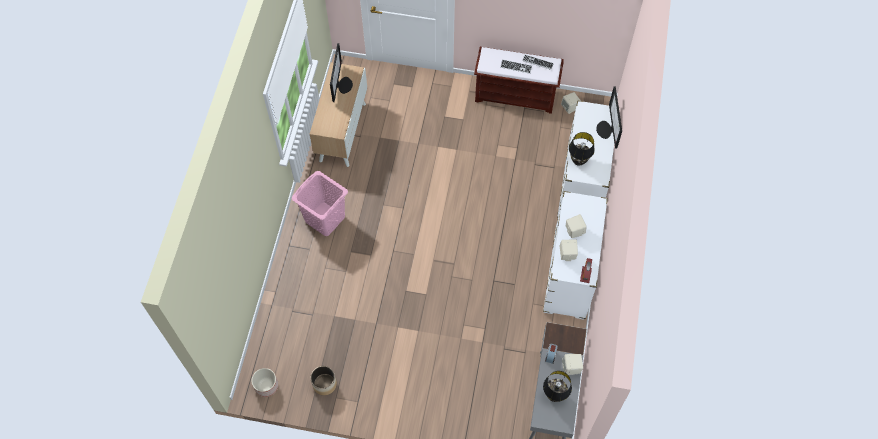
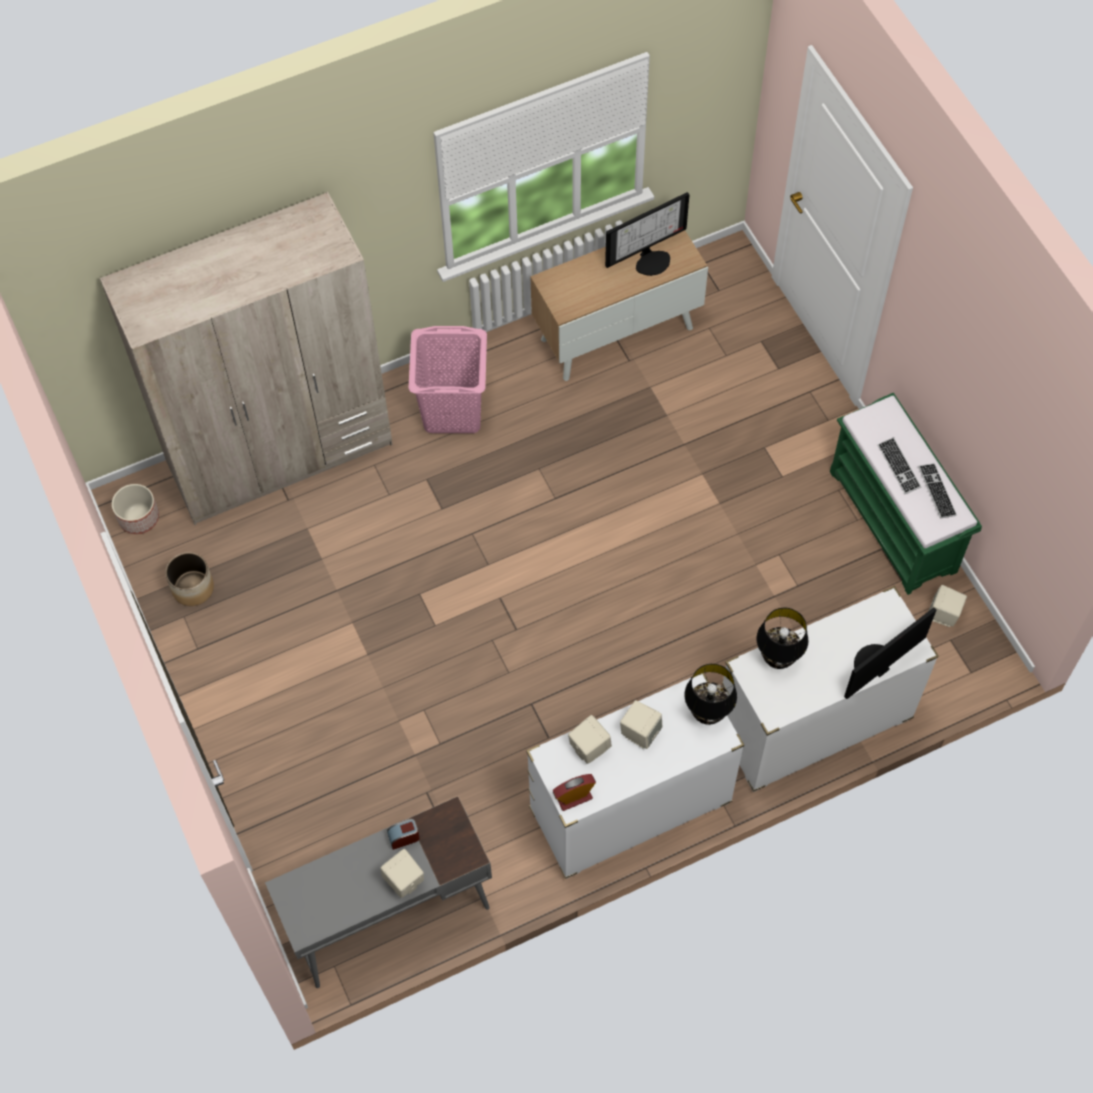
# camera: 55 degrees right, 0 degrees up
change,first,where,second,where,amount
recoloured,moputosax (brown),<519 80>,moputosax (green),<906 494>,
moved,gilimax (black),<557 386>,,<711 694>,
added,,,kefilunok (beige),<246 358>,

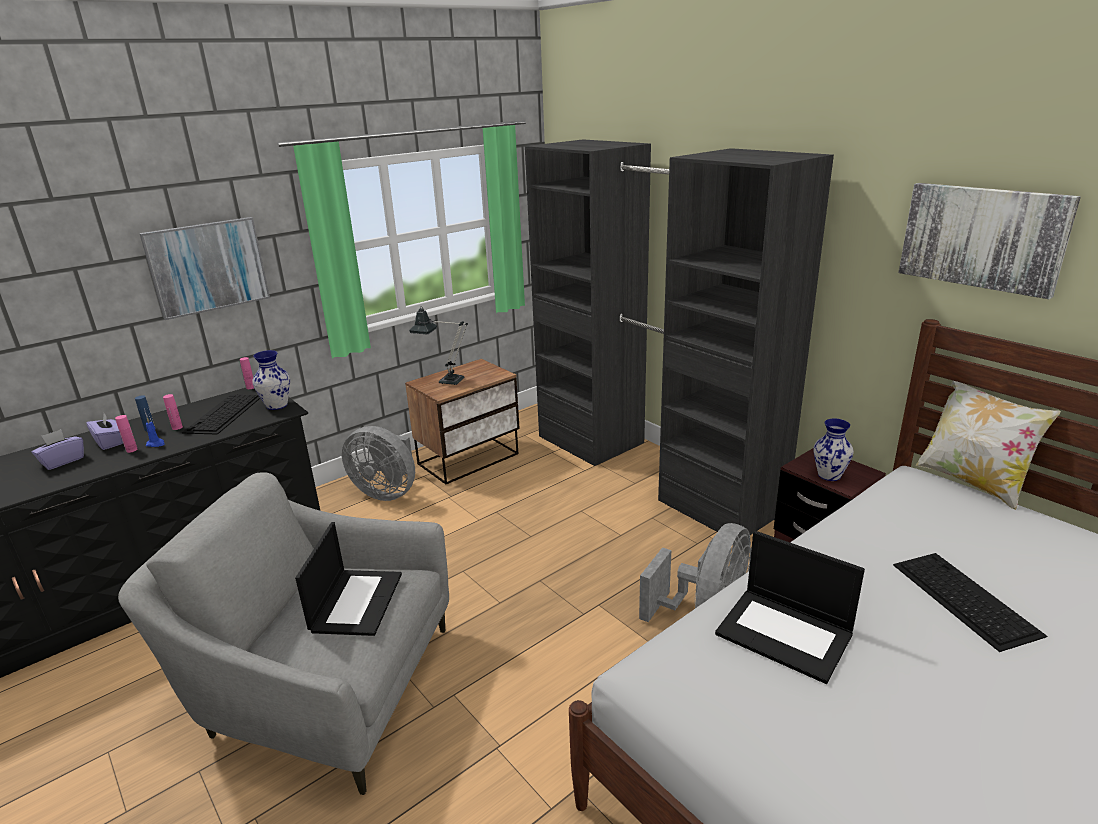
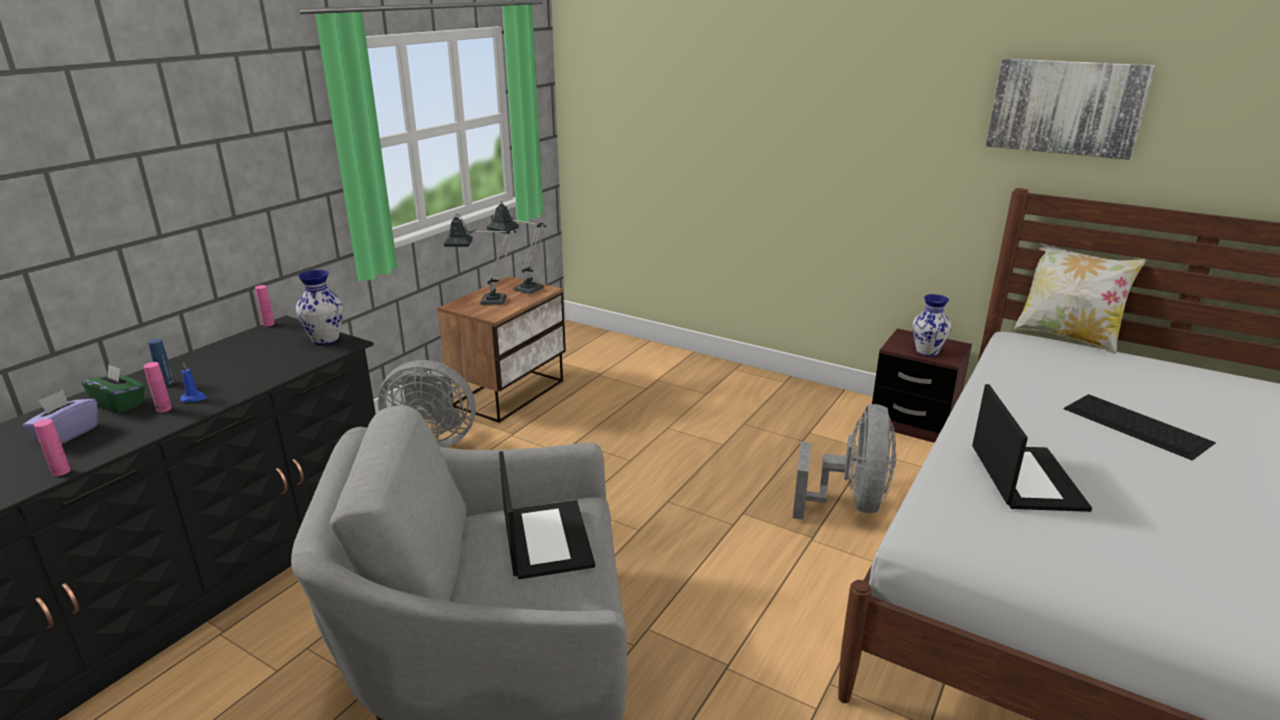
# camera: 20 degrees left, 0 degrees up
change,first,where,second,where,amount
recoloured,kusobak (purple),<104 432>,kusobak (green),<113 389>,
removed,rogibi,<204 268>,,,
moved,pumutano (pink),<173 412>,,<52 447>,
removed,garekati,<221 414>,,,
removed,kefilunok (black),<679 337>,,,
turned,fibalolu,<790 607>,,<1032 448>,105 degrees counterclockwise
added,,,gilimax,<517 247>,

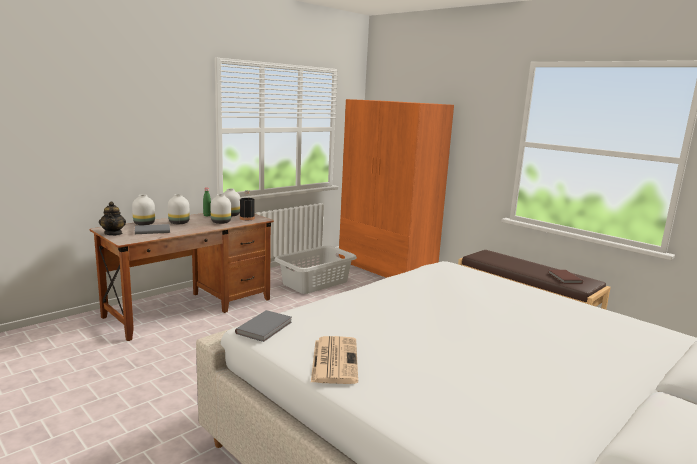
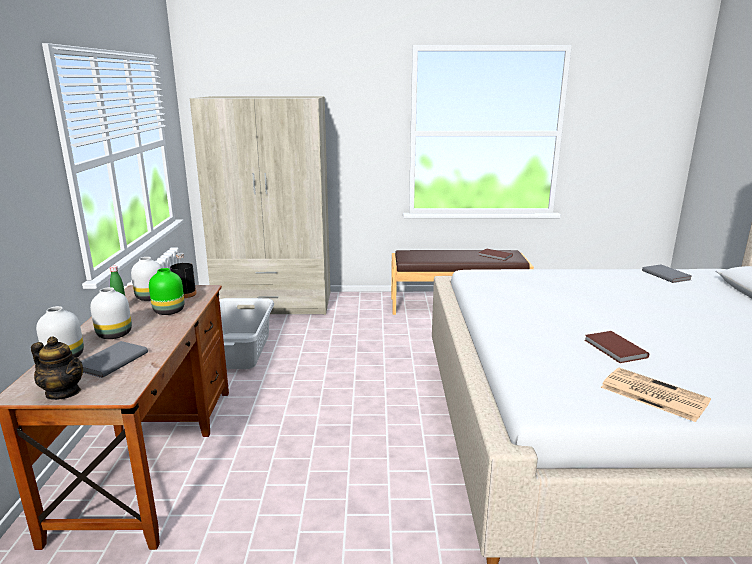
# camera: 45 degrees left, 5 degrees up
change,first,where,second,where,amount
recoloured,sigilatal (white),<221 209>,sigilatal (green),<166 291>,
moved,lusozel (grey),<263 326>,,<667 273>,
recoloured,kefilunok (orange),<396 188>,kefilunok (beige),<260 205>,
added,,,lusozel (brown),<616 347>,

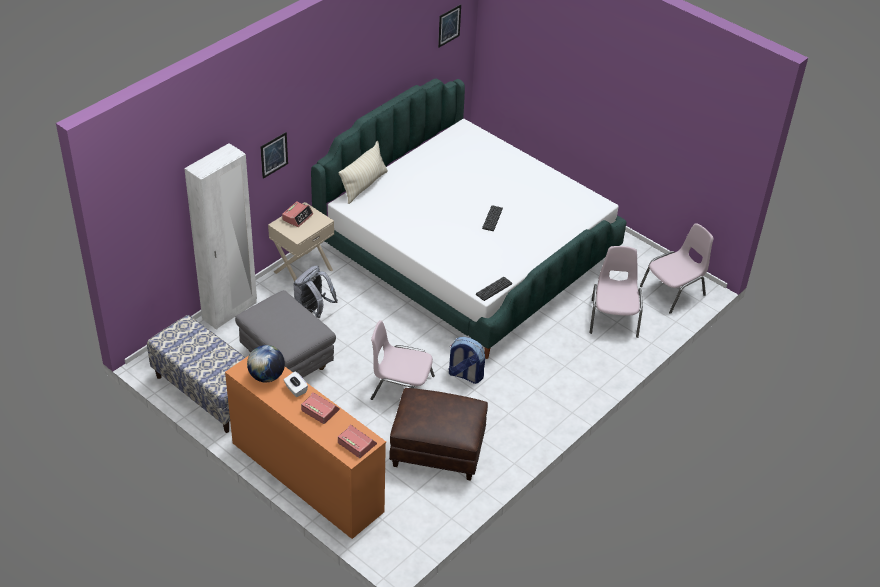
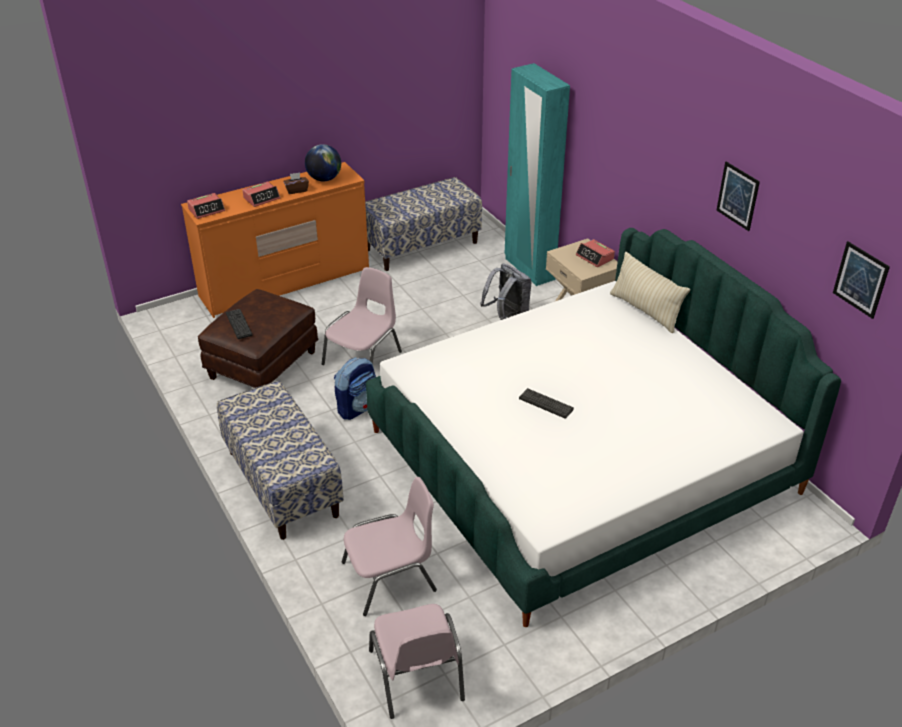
# camera: 110 degrees right, 5 degrees down
change,first,where,second,where,amount
recoloured,kefilunok (white),<220 236>,kefilunok (turquoise),<537 174>,
removed,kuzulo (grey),<285 334>,,,
moved,rogibi,<274 155>,,<738 196>,
recoloured,kusobak (white),<296 384>,kusobak (brown),<296 183>,
moved,garekati,<494 289>,,<239 324>,
turned,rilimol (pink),<616 292>,,<389 546>,45 degrees counterclockwise
added,,,moputosax,<280 460>,

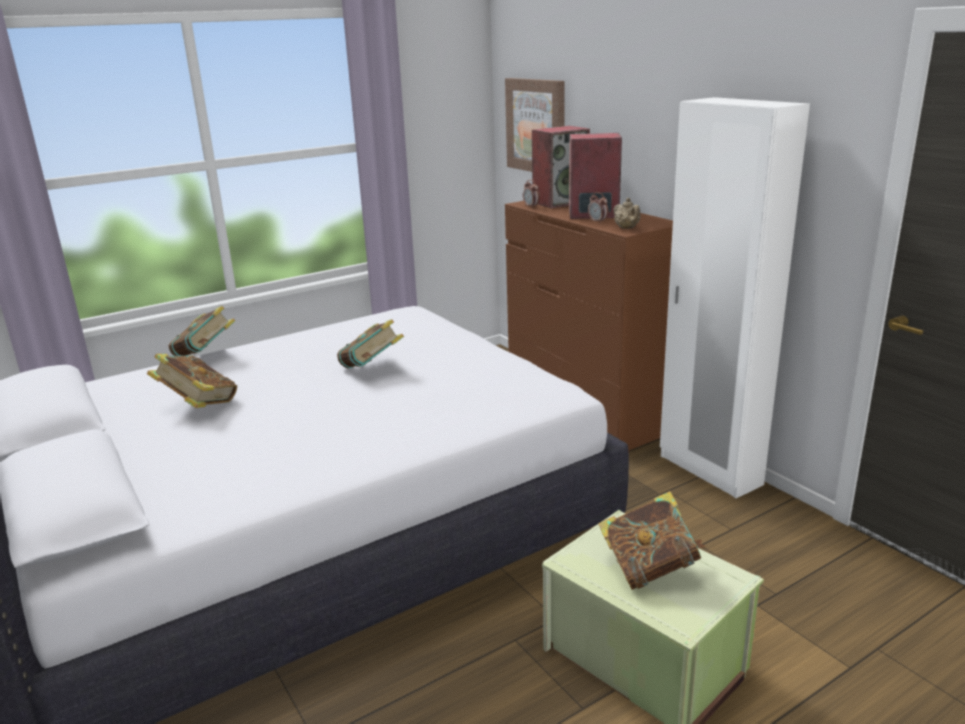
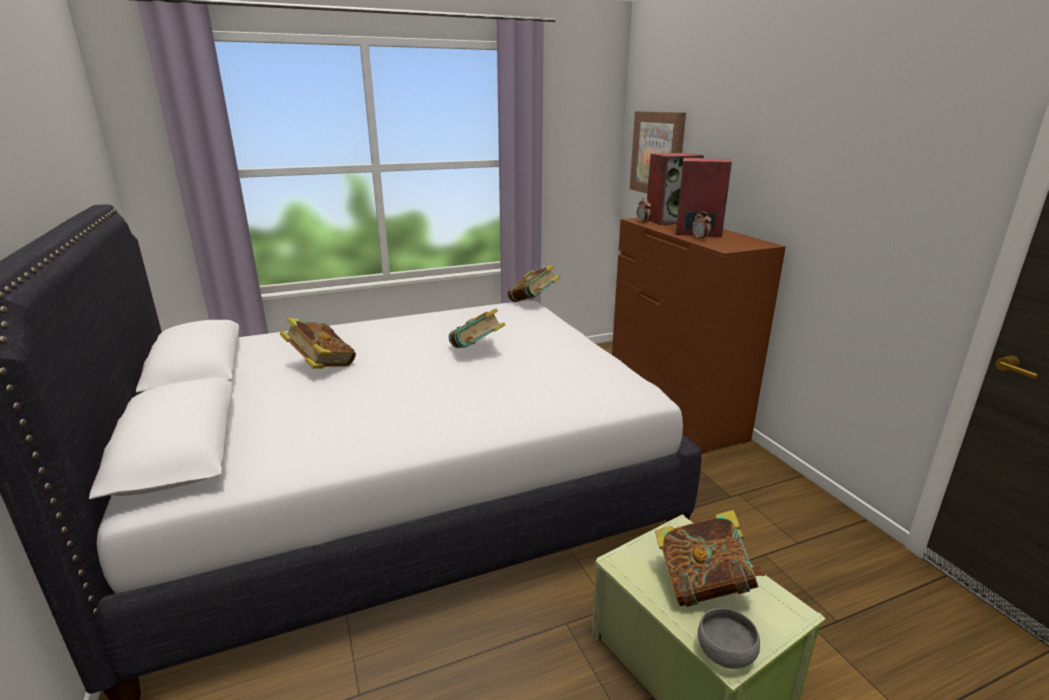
# camera: 10 degrees right, 0 degrees up
change,first,where,second,where,amount
moved,lusozel,<201 331>,,<533 283>,
removed,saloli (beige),<627 213>,,,
removed,kefilunok (white),<735 297>,,,
added,,,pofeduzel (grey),<729 638>,

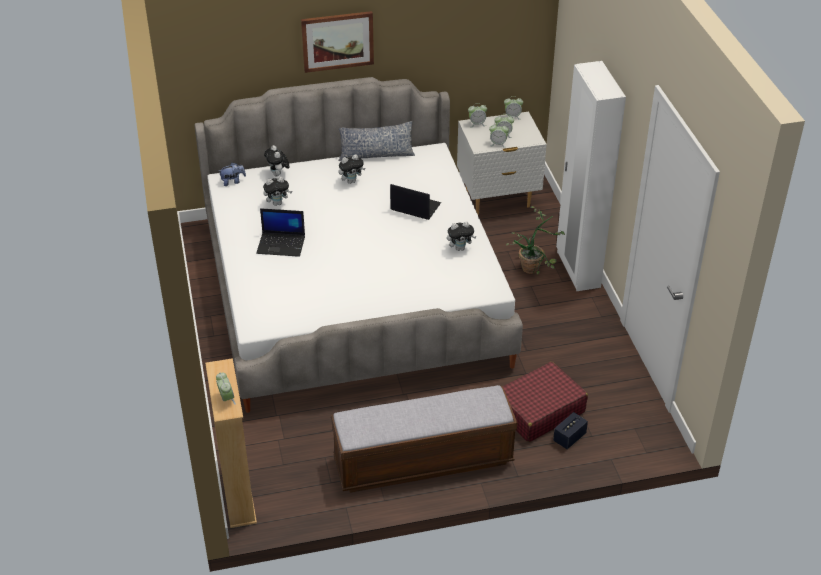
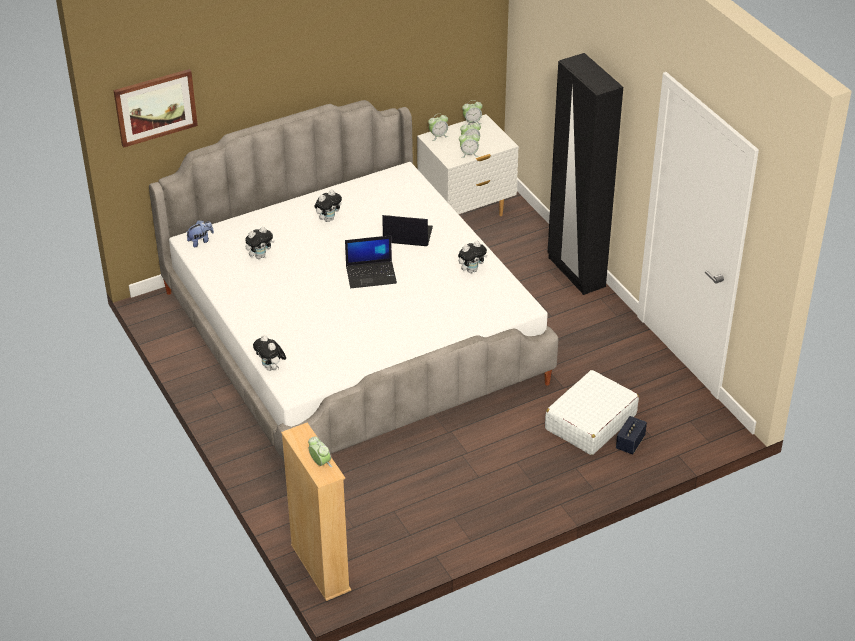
# camera: 15 degrees left, 0 degrees up
change,first,where,second,where,amount
moved,fibalolu,<280 232>,,<371 261>,
moved,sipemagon,<276 160>,,<269 353>,
moved,rogibi,<337 42>,,<155 108>,
removed,moputosax,<424 439>,,,
removed,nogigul,<377 141>,,,
recoloured,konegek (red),<545 402>,konegek (white),<592 412>,
removed,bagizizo,<535 240>,,,
recoloured,kefilunok (white),<591 176>,kefilunok (black),<585 174>,

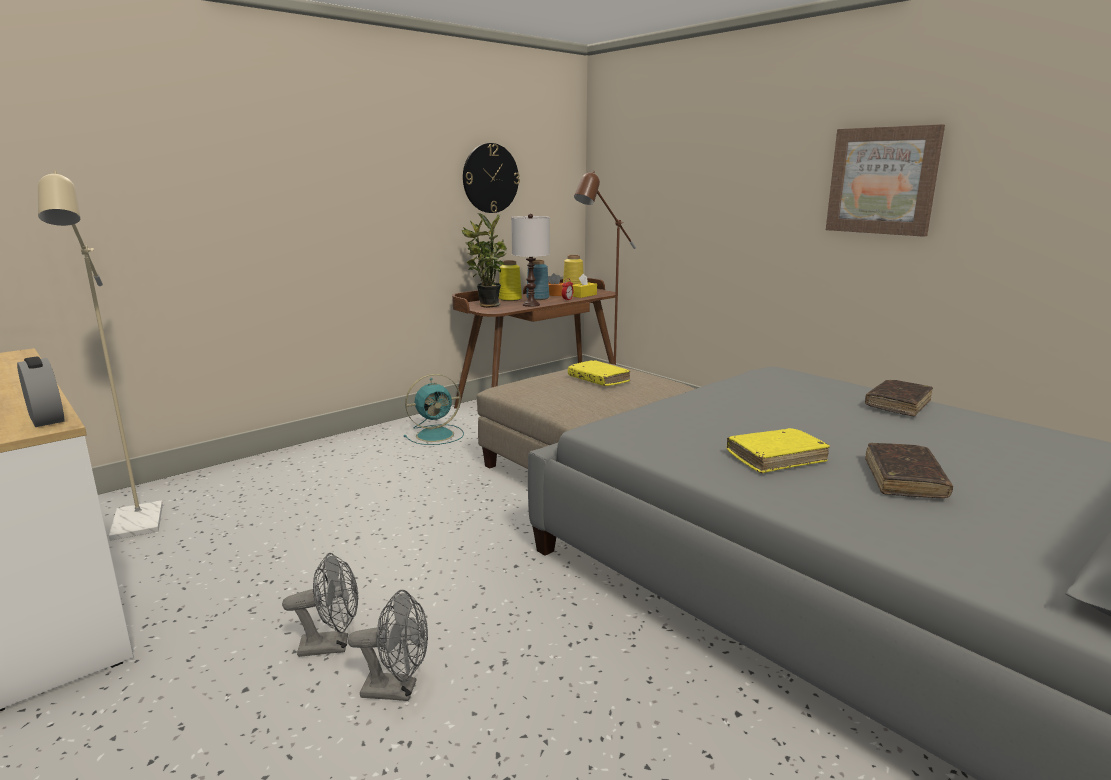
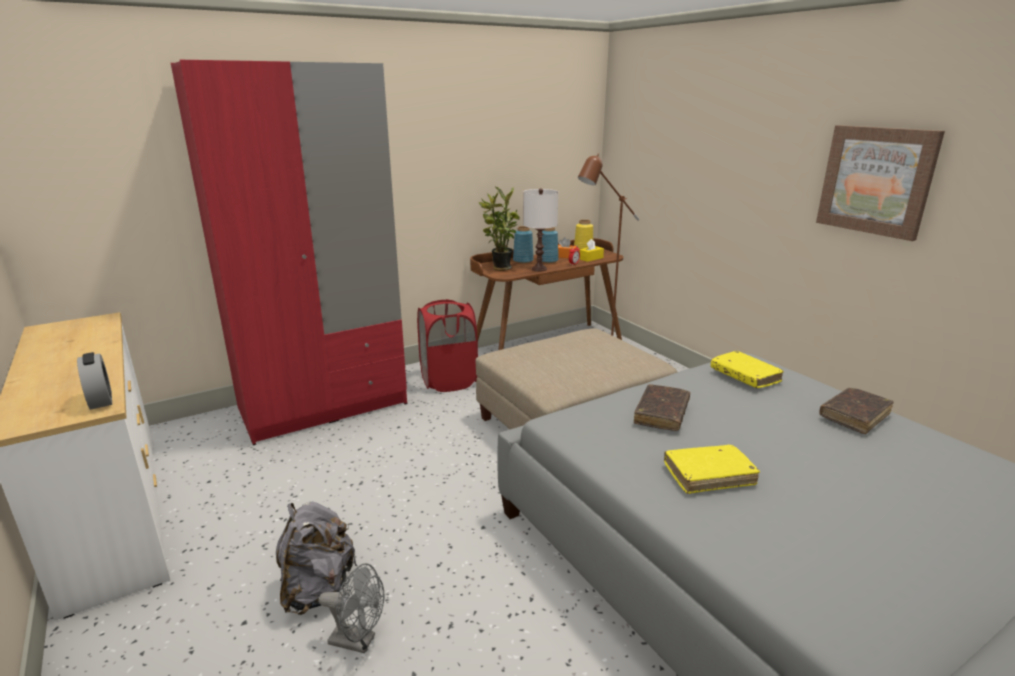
# camera: 10 degrees right, 5 degrees up
change,first,where,second,where,amount
removed,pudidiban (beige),<100 356>,,,
replaced,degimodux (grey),<320 605>,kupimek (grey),<317 558>,
replaced,degimodux (turquoise),<434 409>,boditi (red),<447 345>,
removed,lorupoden,<491 178>,,,
recoloured,sigilatal (yellow),<510 280>,sigilatal (blue),<523 244>,
moved,lusozel (yellow),<599 373>,,<747 369>,
moved,lusozel (brown),<909 470>,,<662 407>,
added,,,kefilunok (red),<289 252>,

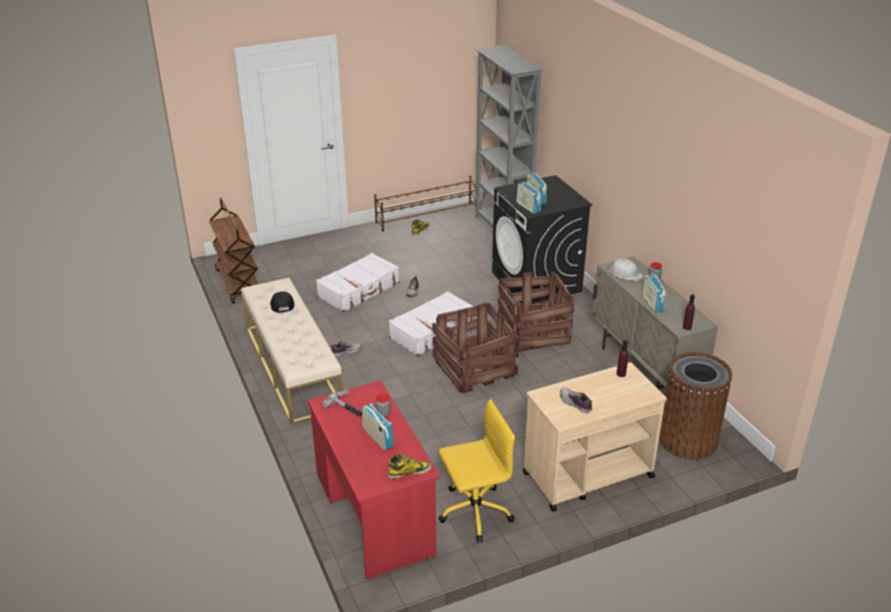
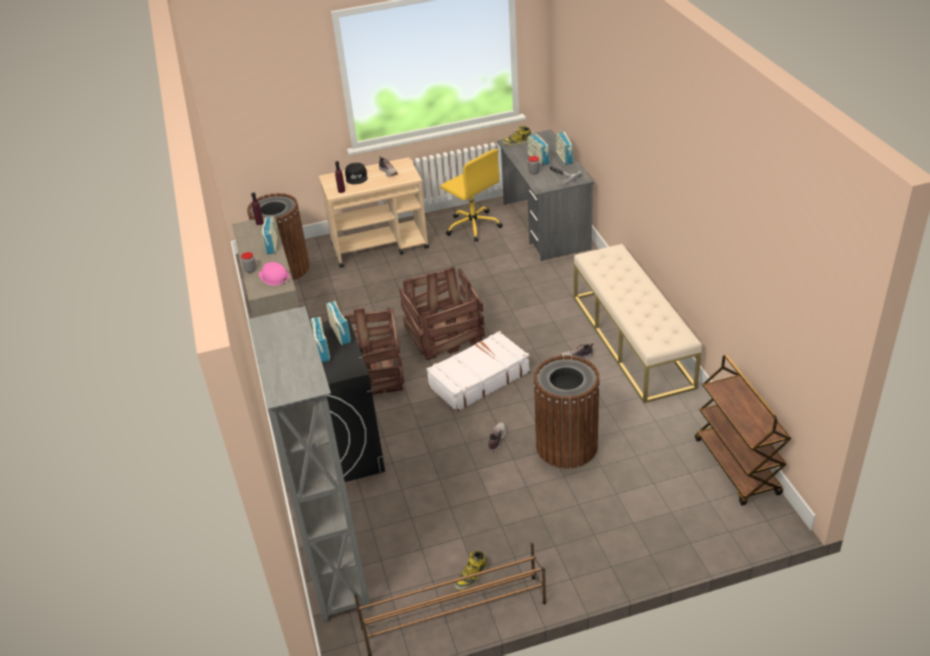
# camera: 170 degrees left, 5 degrees up
change,first,where,second,where,amount
moved,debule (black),<282 302>,,<356 173>,
recoloured,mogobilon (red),<374 479>,mogobilon (grey),<545 195>,
replaced,konegek (white),<358 282>,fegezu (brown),<566 412>,
turned,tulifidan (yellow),<477 470>,,<471 195>,120 degrees counterclockwise
recoloured,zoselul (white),<626 270>,zoselul (pink),<274 274>,
added,,,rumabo,<564 148>,

